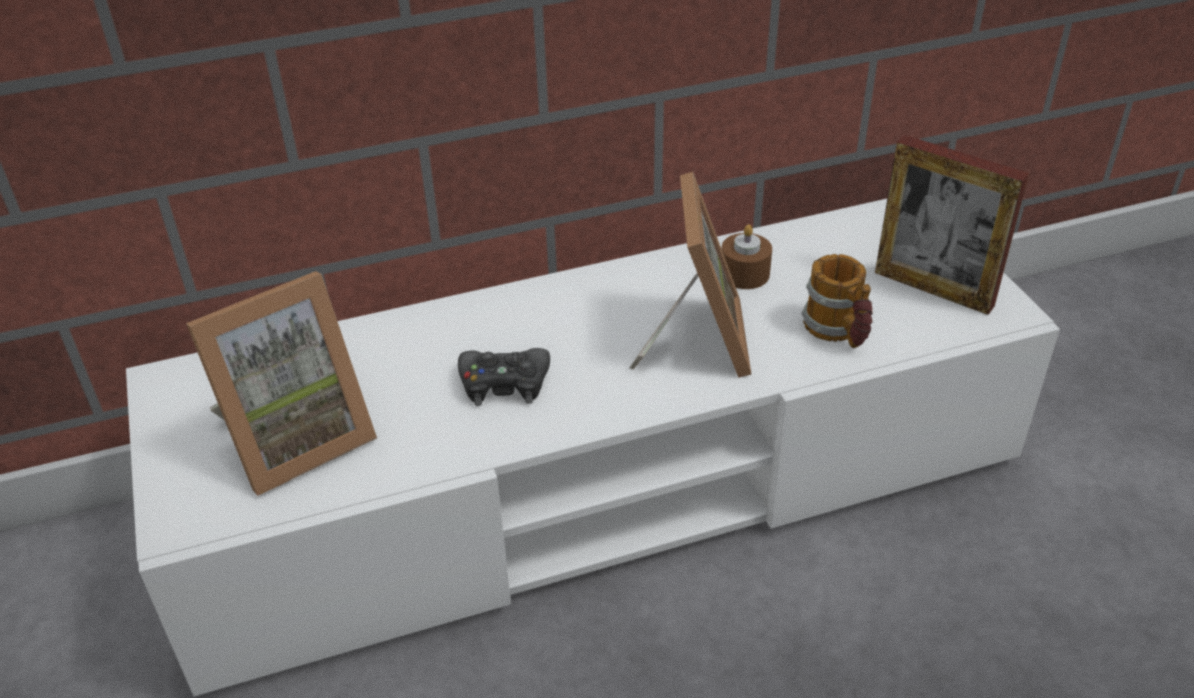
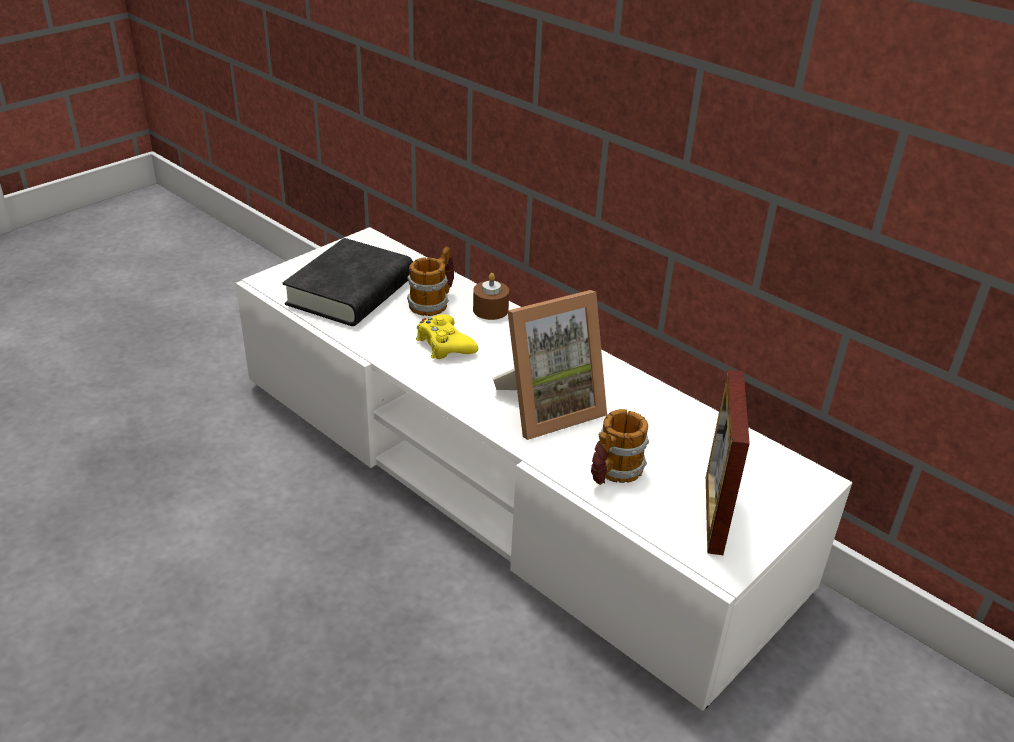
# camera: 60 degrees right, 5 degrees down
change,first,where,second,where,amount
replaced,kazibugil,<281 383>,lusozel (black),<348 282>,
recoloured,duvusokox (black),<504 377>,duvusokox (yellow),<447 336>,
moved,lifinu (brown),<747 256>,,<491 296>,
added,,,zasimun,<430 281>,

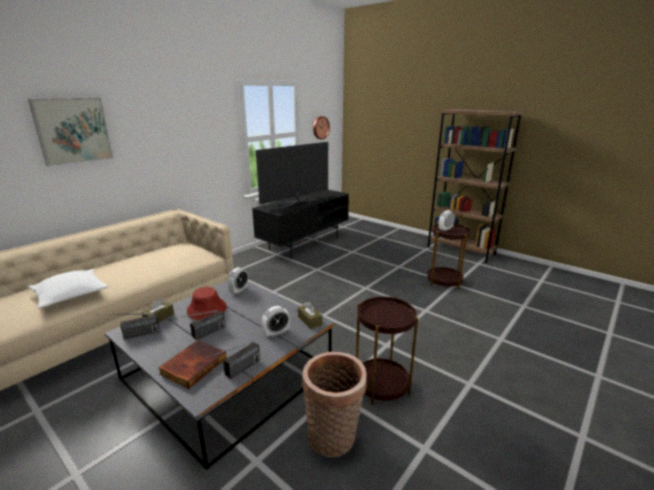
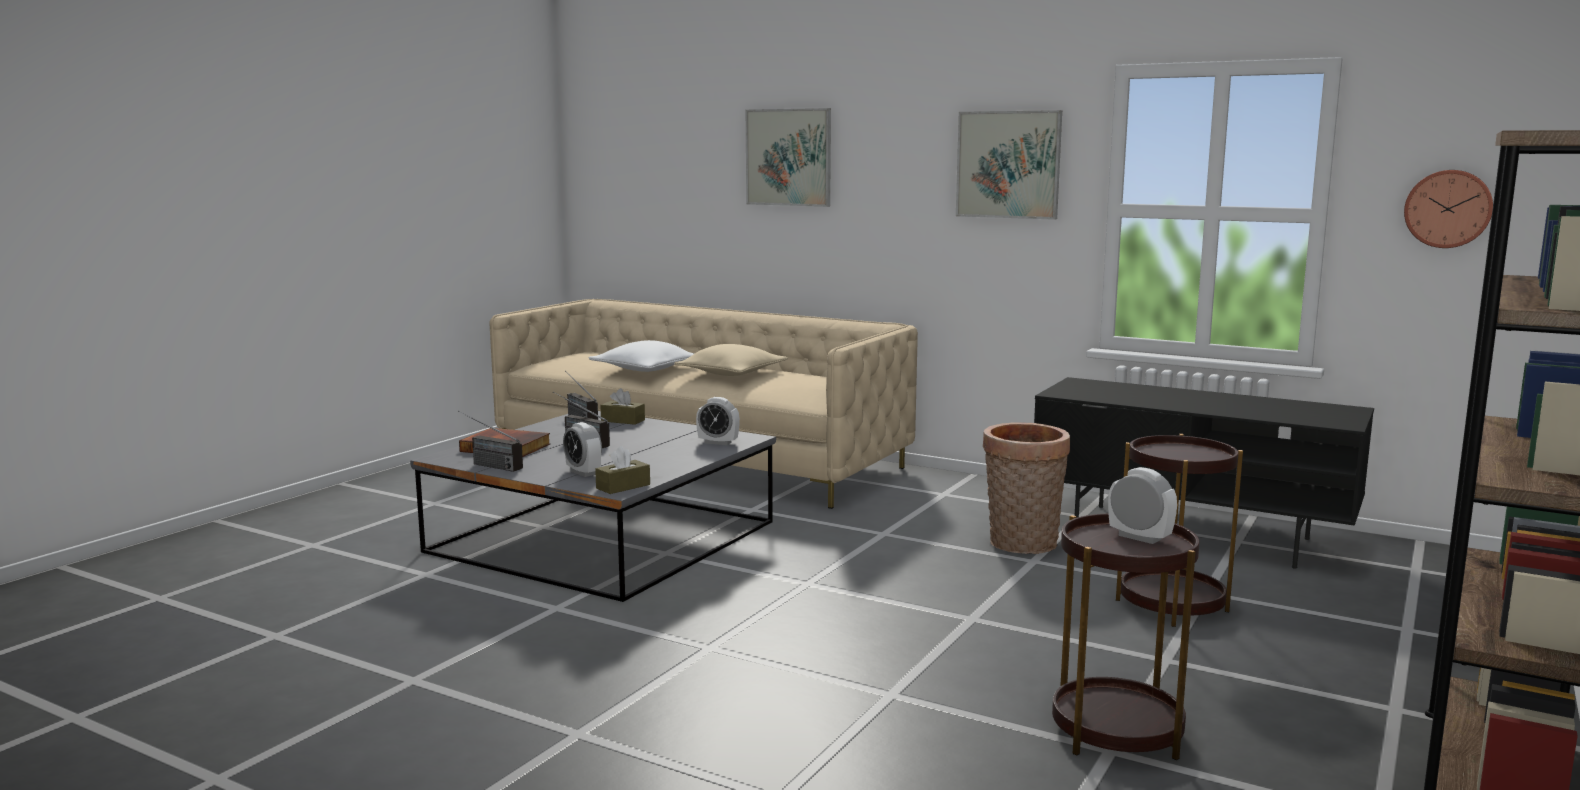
# camera: 80 degrees right, 10 degrees down
change,first,where,second,where,amount
removed,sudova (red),<207 303>,,,
removed,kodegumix,<292 175>,,,
moved,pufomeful,<334 404>,,<1026 488>,
moved,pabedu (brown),<387 350>,,<1179 530>,
added,,,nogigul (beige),<731 360>,
added,,,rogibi,<1009 165>,

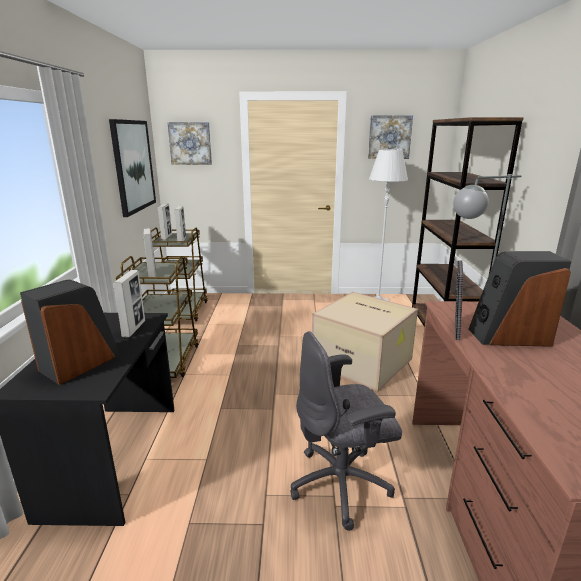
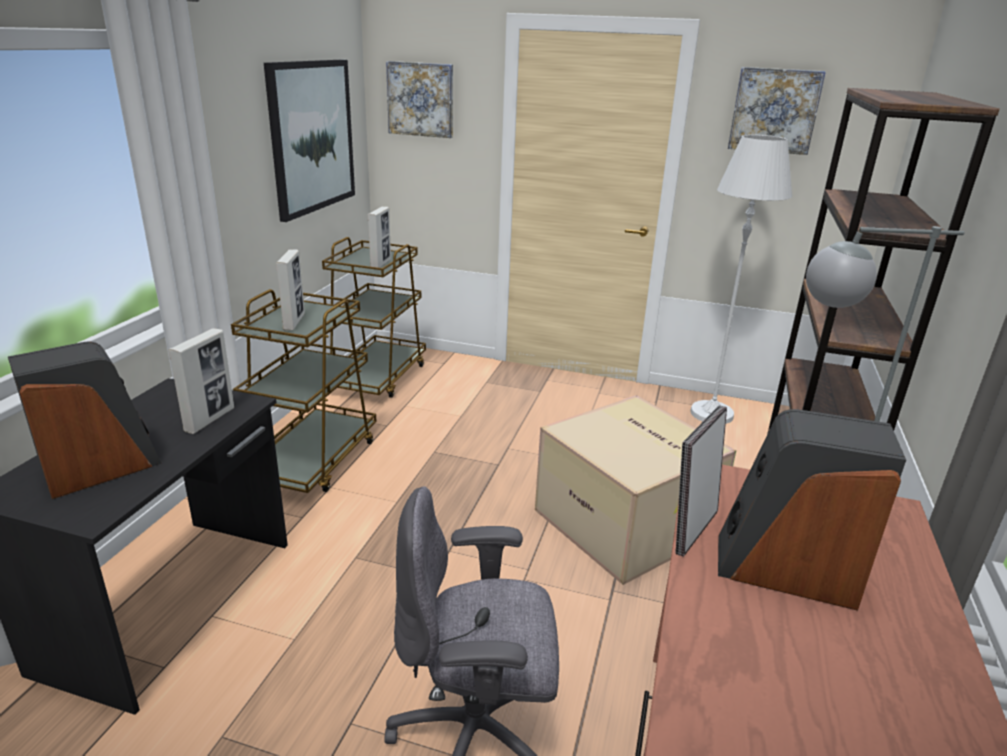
# camera: 15 degrees right, 5 degrees up
change,first,where,second,where,amount
removed,kazibugil,<164 221>,,,

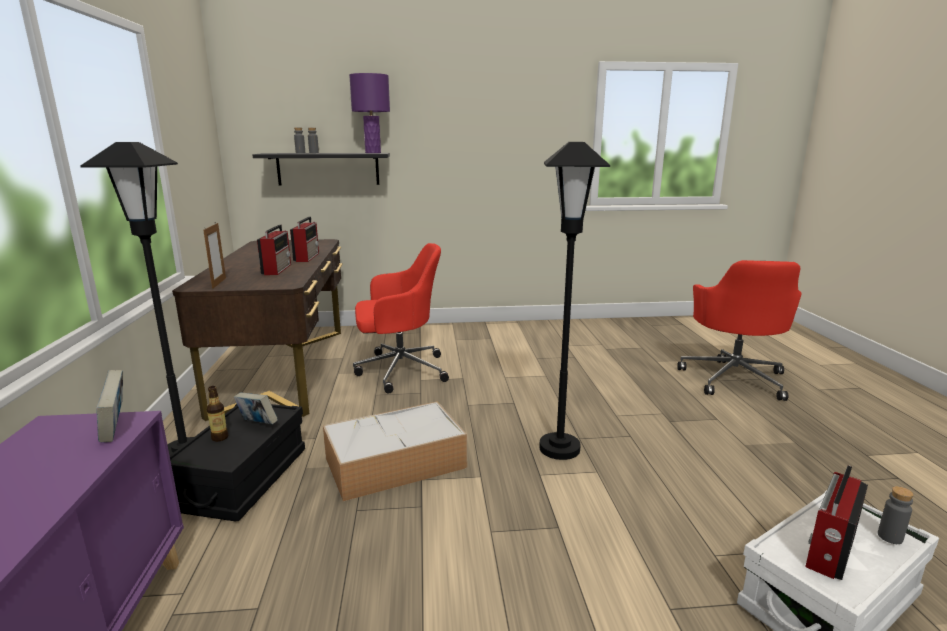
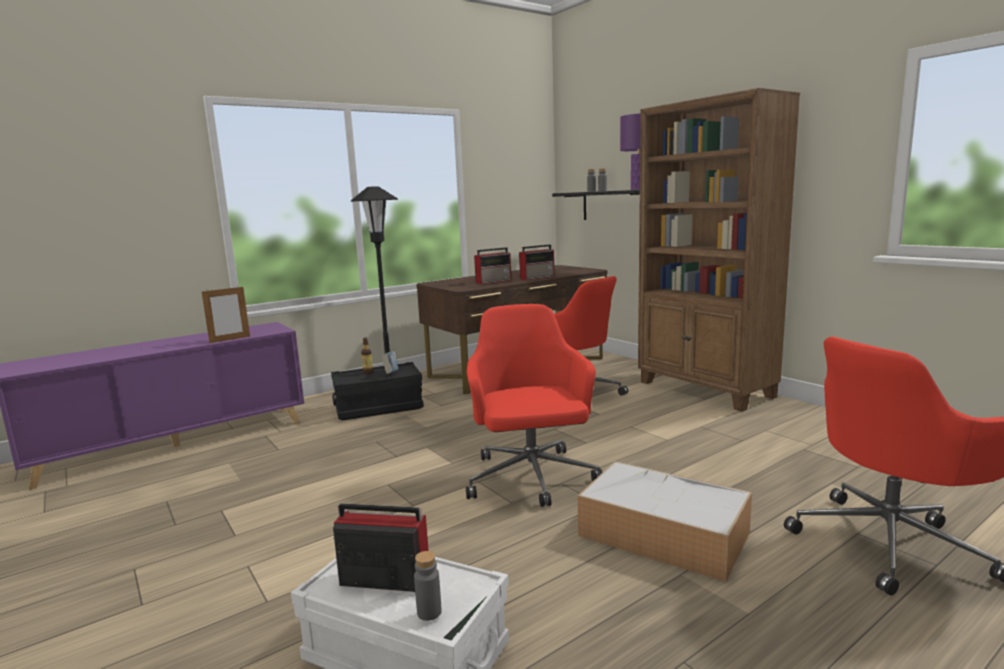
# camera: 60 degrees right, 5 degrees down
change,first,where,second,where,amount
removed,lusozel,<109 406>,,,
moved,kazibugil,<214 255>,,<226 315>,
moved,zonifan,<395 451>,,<665 521>,
replaced,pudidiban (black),<574 301>,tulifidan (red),<534 405>,
added,,,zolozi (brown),<719 249>,

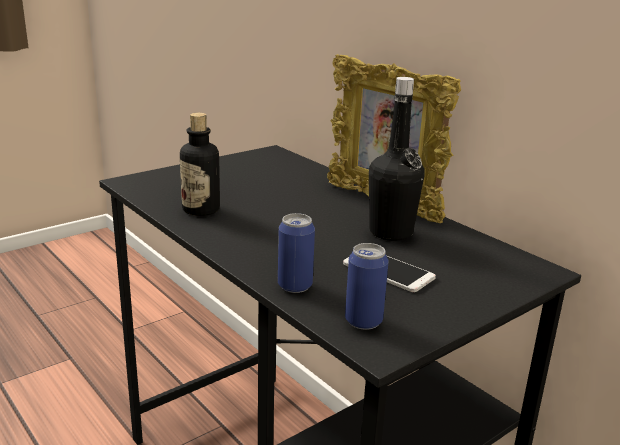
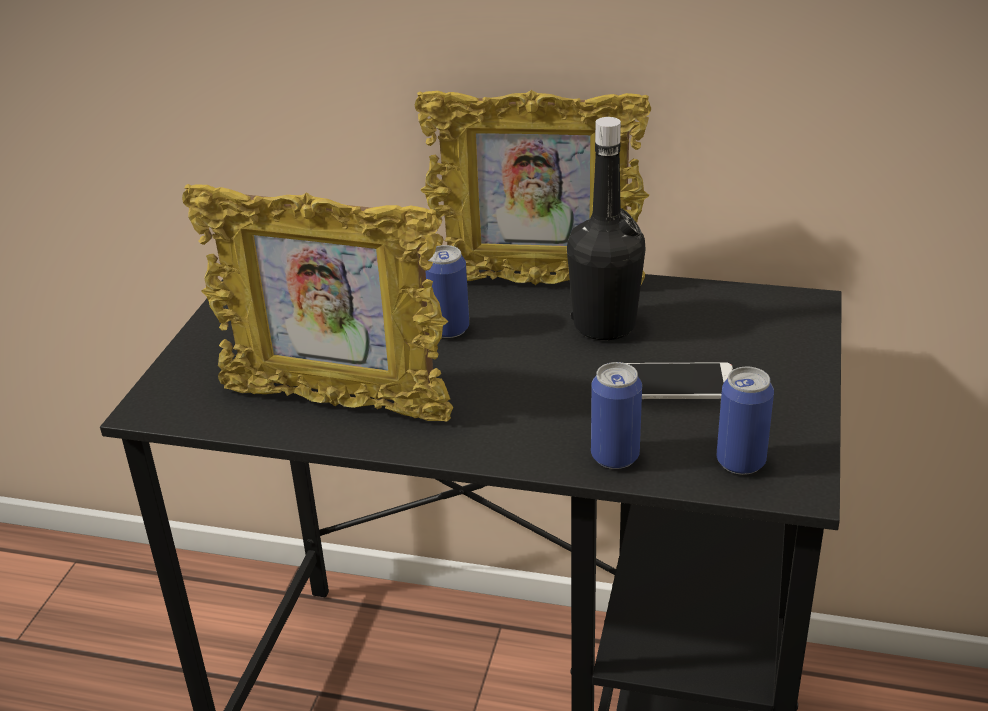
# camera: 35 degrees left, 10 degrees up
change,first,where,second,where,amount
replaced,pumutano,<200 164>,kazibugil,<317 303>,
added,,,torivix,<447 291>,

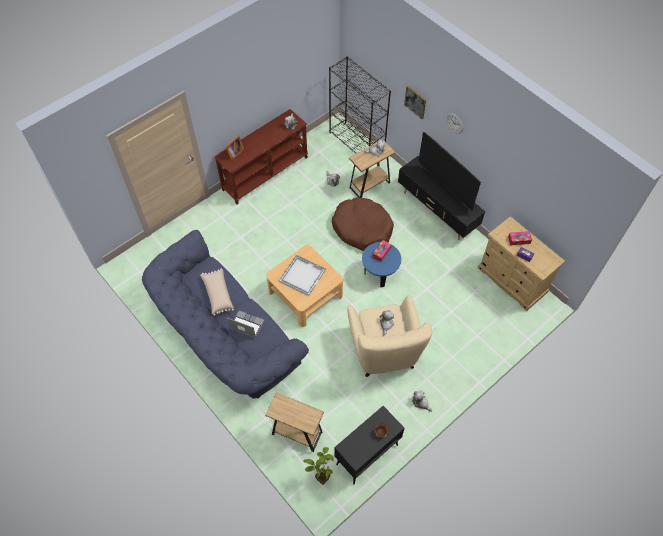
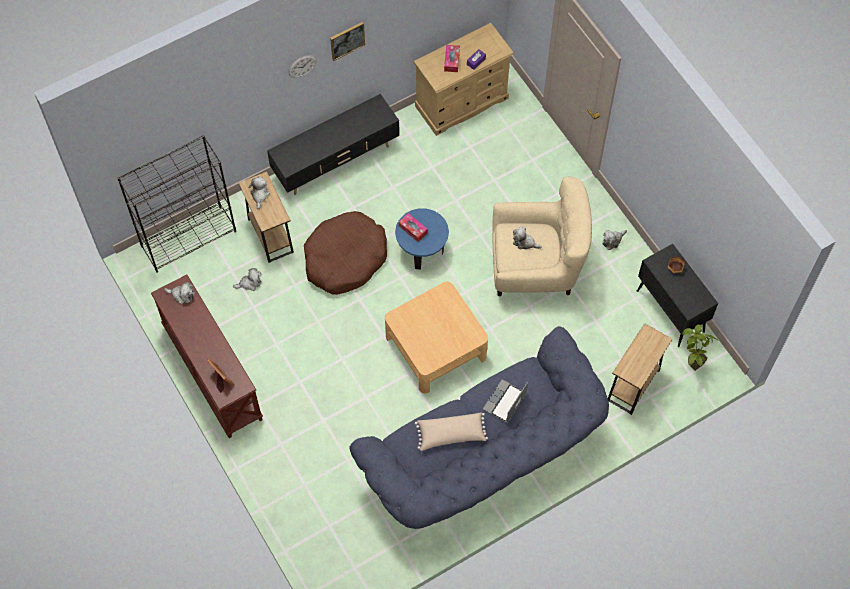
# camera: 80 degrees left, 5 degrees up
change,first,where,second,where,amount
removed,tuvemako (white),<302 275>,,,
moved,rogibi,<415 102>,,<347 41>,
removed,kodegumix,<449 172>,,,

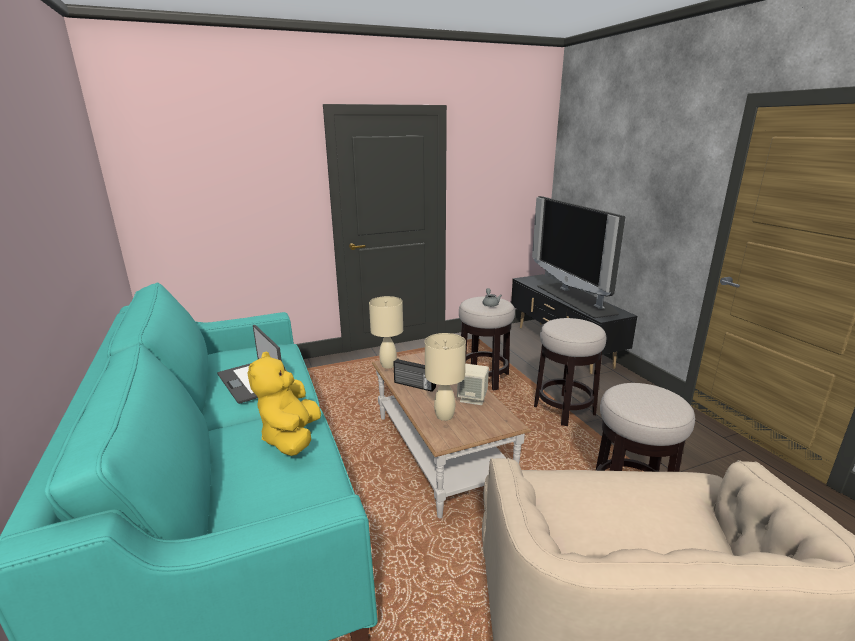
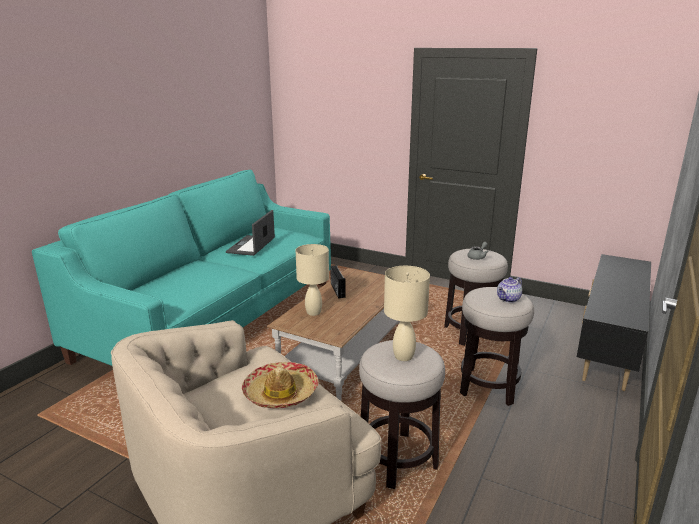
# camera: 50 degrees right, 0 degrees up
change,first,where,second,where,amount
removed,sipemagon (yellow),<284 403>,,,
moved,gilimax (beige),<386 332>,,<407 313>,
removed,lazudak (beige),<473 384>,,,
removed,kodegumix,<578 257>,,,
added,,,sudova,<280 385>,
added,,,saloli,<509 290>,

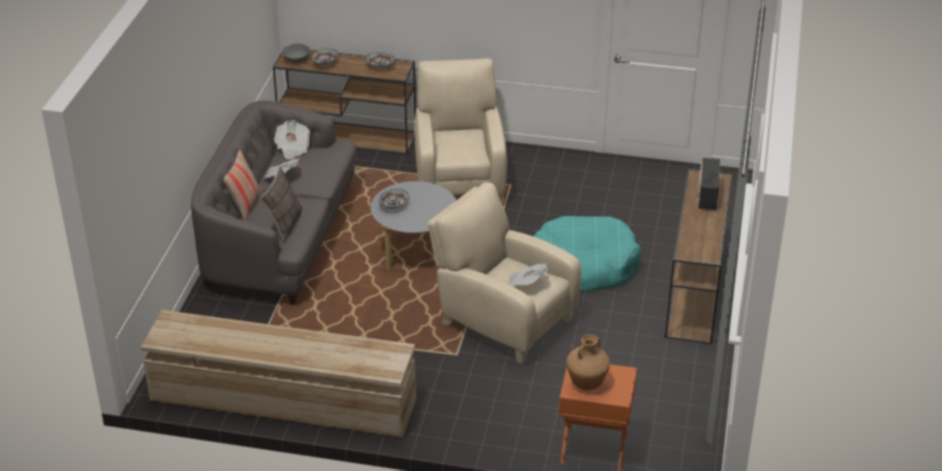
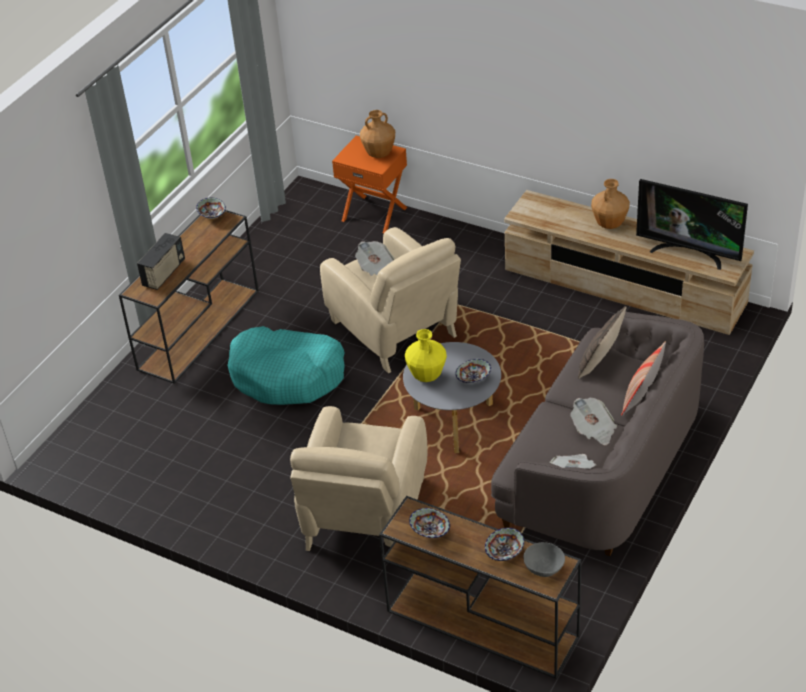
# camera: 160 degrees left, 5 degrees up
change,first,where,second,where,amount
added,,,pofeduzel,<211 208>,
added,,,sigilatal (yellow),<426 355>,
added,,,sigilatal (brown),<610 204>,
added,,,kodegumix,<692 224>,

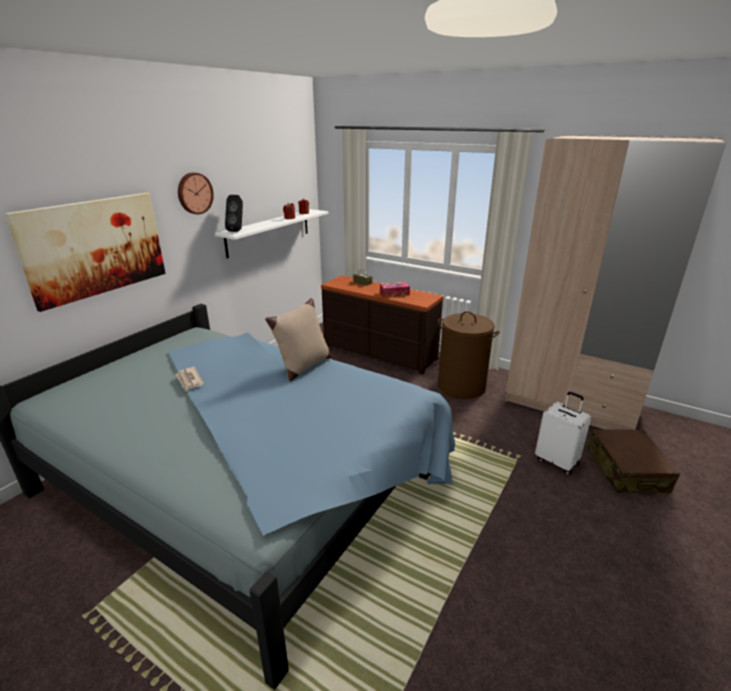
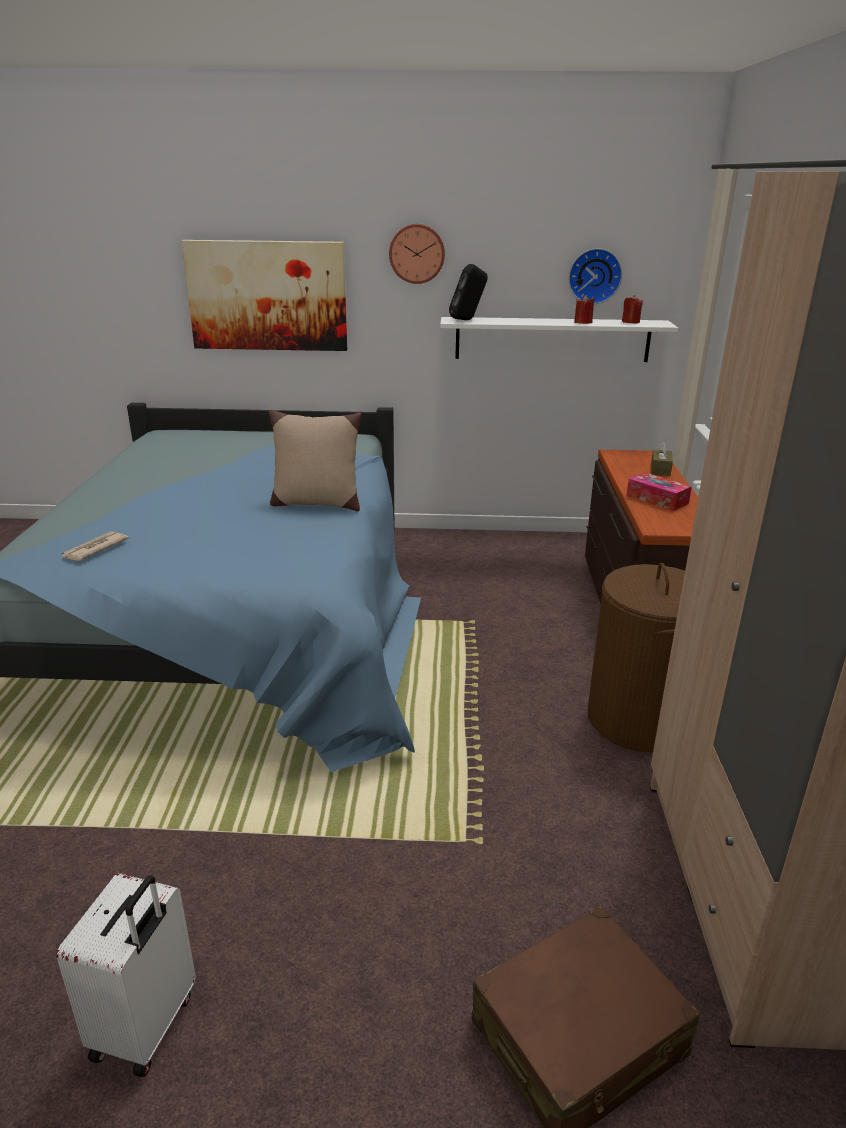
# camera: 60 degrees right, 0 degrees up
change,first,where,second,where,amount
moved,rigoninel,<189 379>,,<94 546>,
moved,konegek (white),<563 433>,,<126 975>,
added,,,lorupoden,<595 276>,

